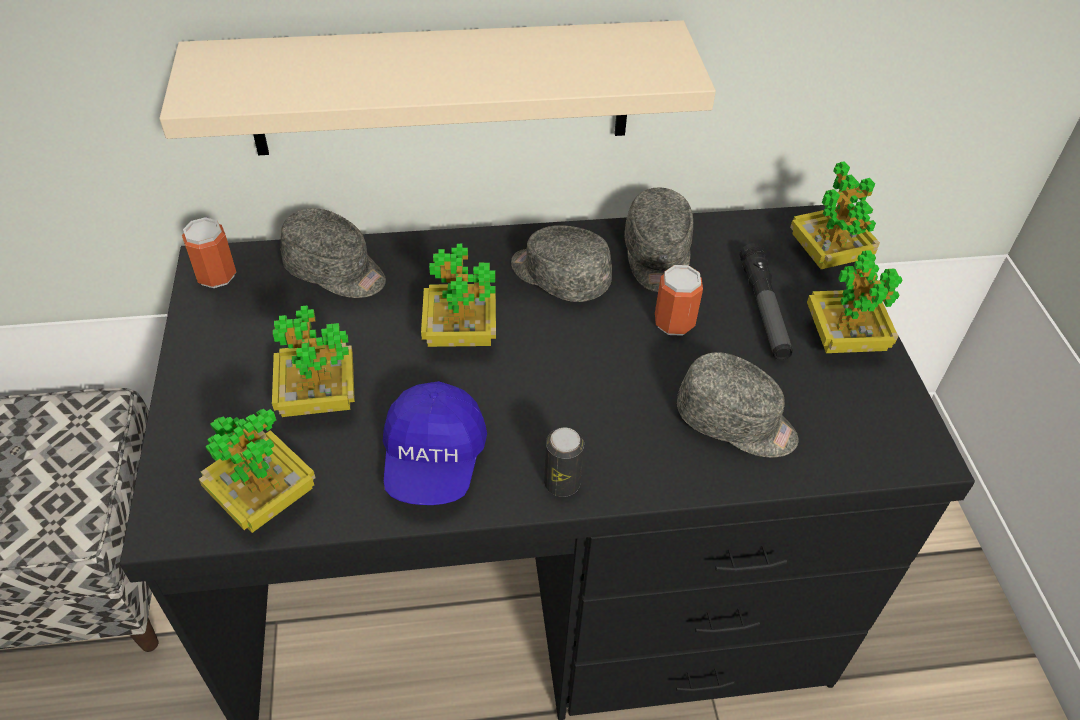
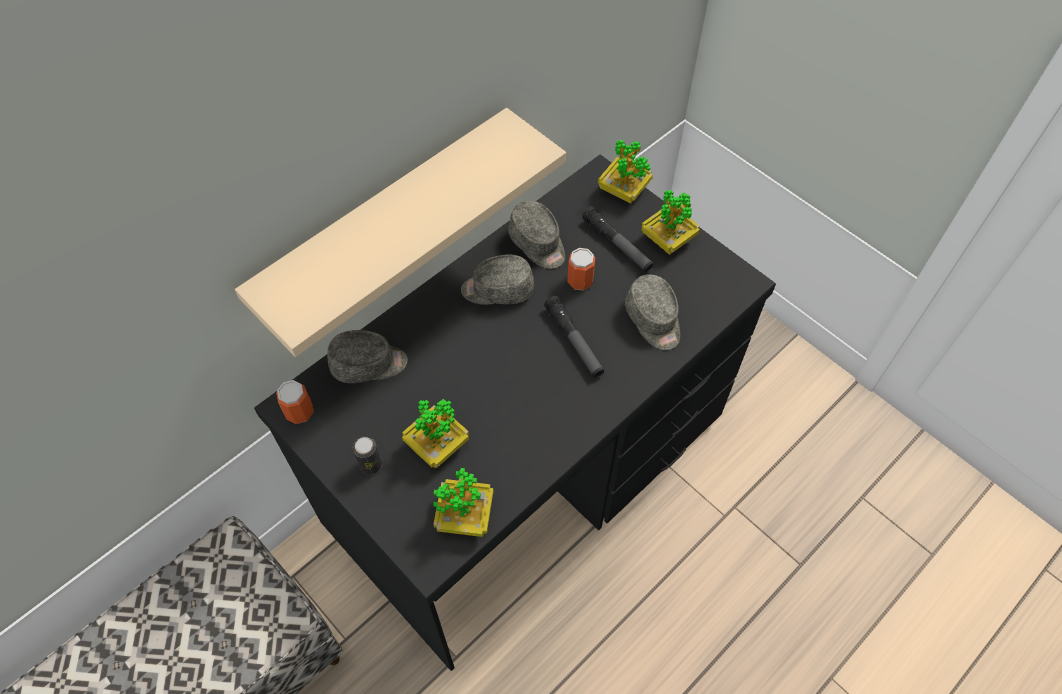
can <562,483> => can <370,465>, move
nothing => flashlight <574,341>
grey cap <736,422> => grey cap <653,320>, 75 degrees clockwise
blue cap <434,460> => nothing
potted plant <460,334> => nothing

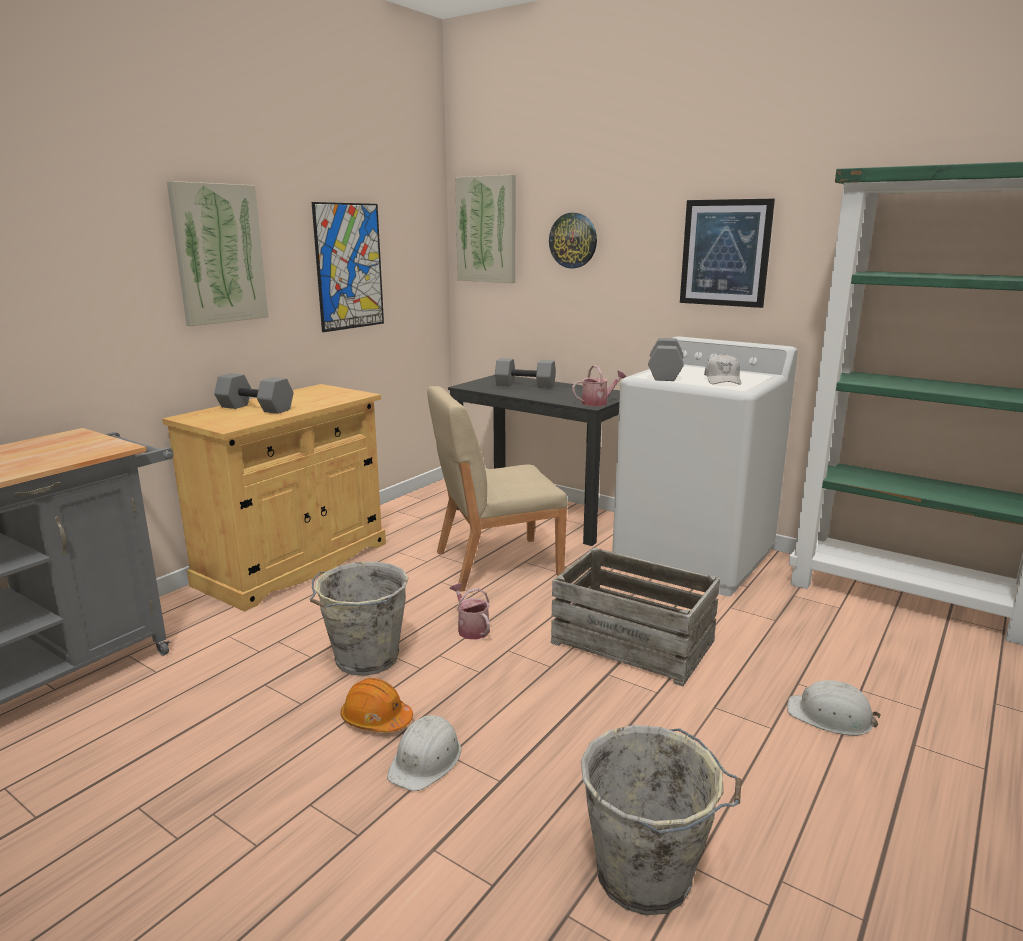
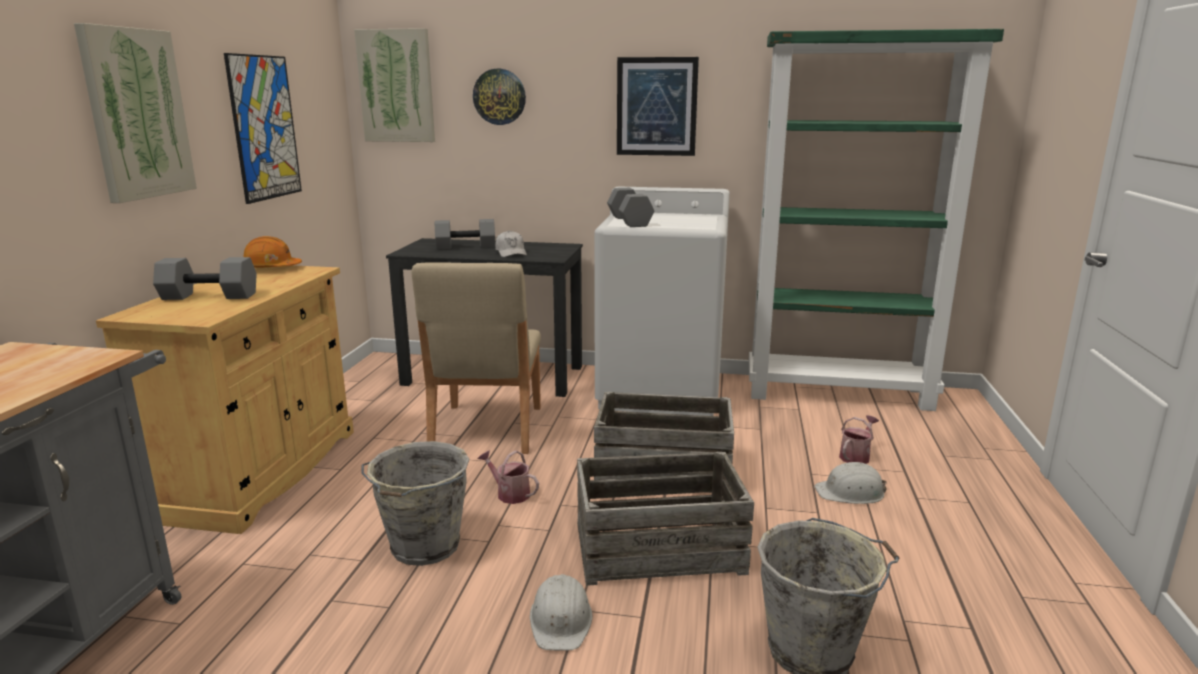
orange hard hat <376,719> => orange hard hat <271,268>, move
beige chair <495,563> => beige chair <486,429>, 45 degrees counterclockwise
white cap <722,380> => white cap <511,253>, move
nothing => crate <658,549>
watering can <598,402> => watering can <856,456>, move

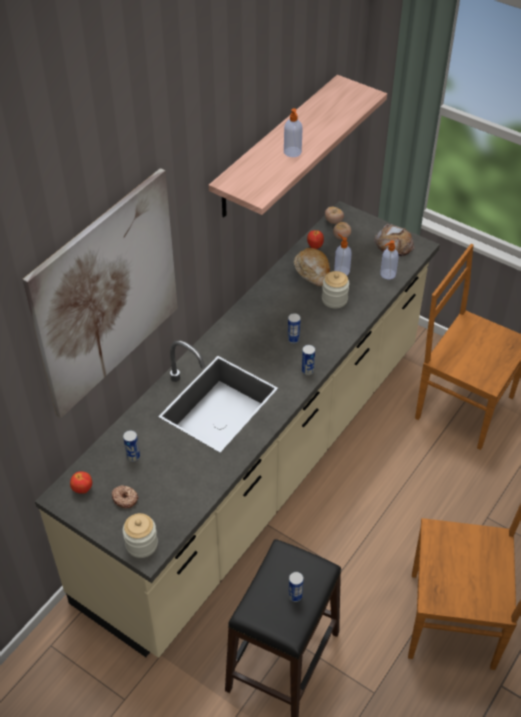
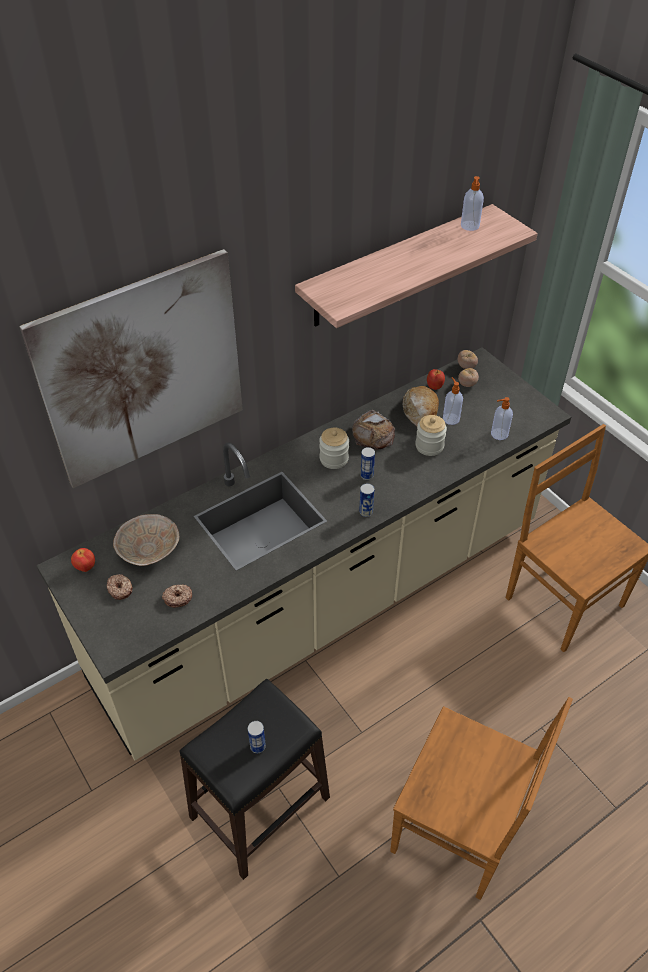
can <133,456> => beige bowl <149,549>
nothing => donut <178,598>
jar <141,544> => jar <334,459>, move
bread <394,244> => bread <373,434>, move
soap dispenser <292,152> => soap dispenser <470,226>, move

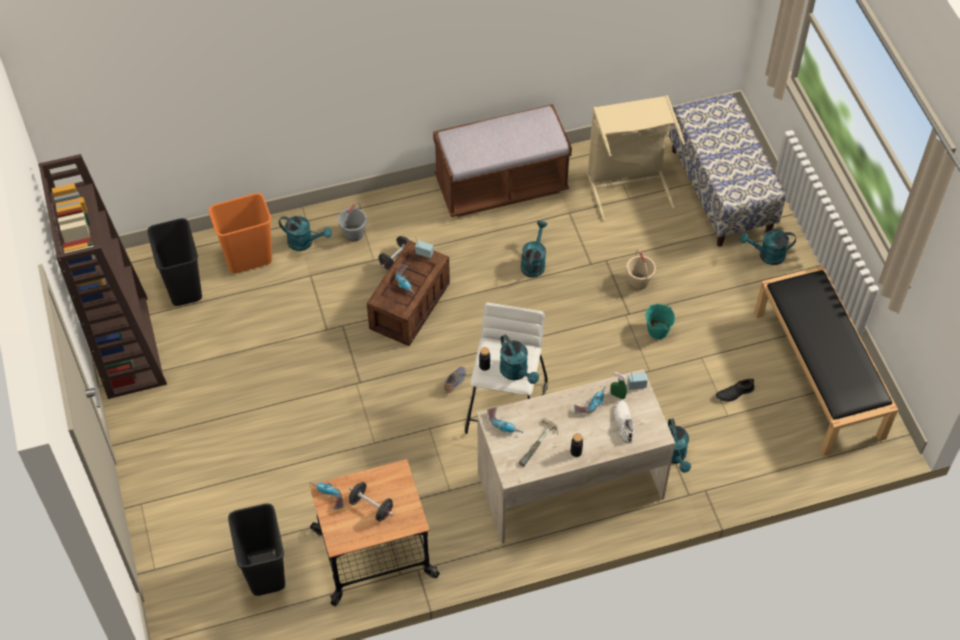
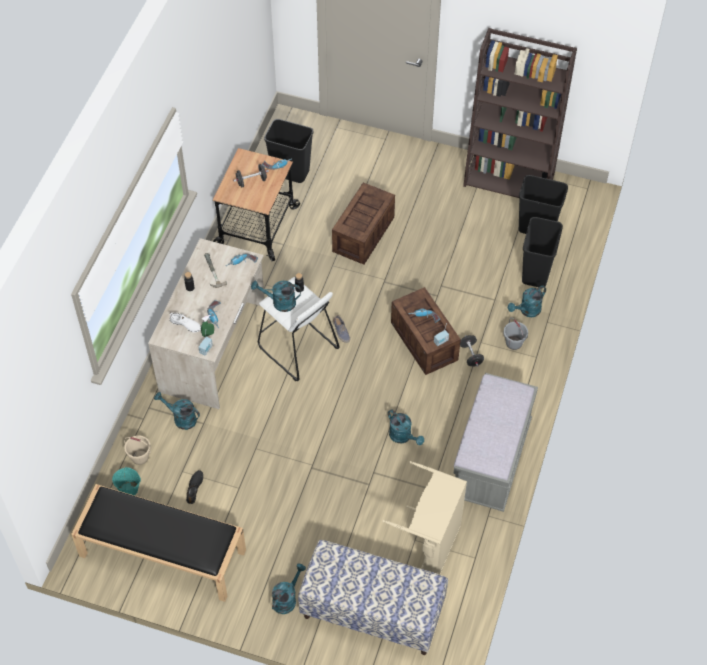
turquoise bucket <657,330> => turquoise bucket <129,489>, move
beige bucket <639,282> => beige bucket <139,457>, move
nothing => crate <363,235>
brown bench <501,186> => grey bench <491,460>
orange trash can <248,259> => black trash can <535,273>

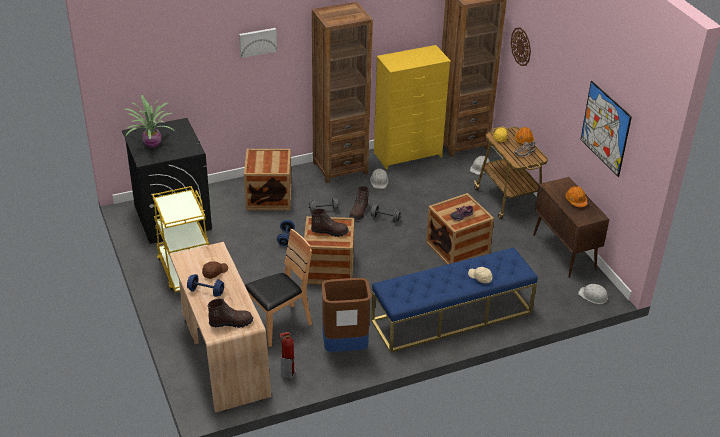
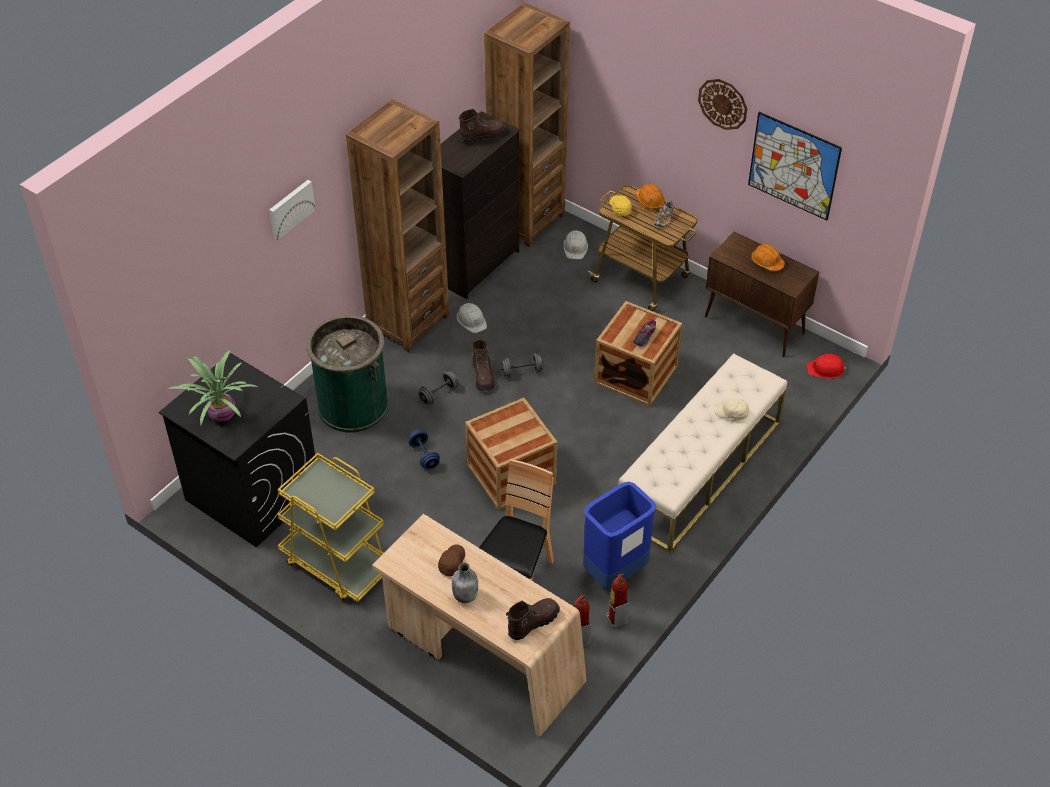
crate <269,197> => green trash can <353,405>
yellow dresser <408,155> => black dresser <477,265>
blue dumbbell <206,292> => grey bottle <465,595>
brown boot <329,231> => brown boot <482,135>, move
brown trash can <345,347> => blue trash can <615,572>
nothing => fire extinguisher <616,619>
blue bench <451,316> => beige bench <699,471>
wall clock <521,46> => wall clock <723,104>, move
white hard hat <593,296> => red hard hat <826,369>

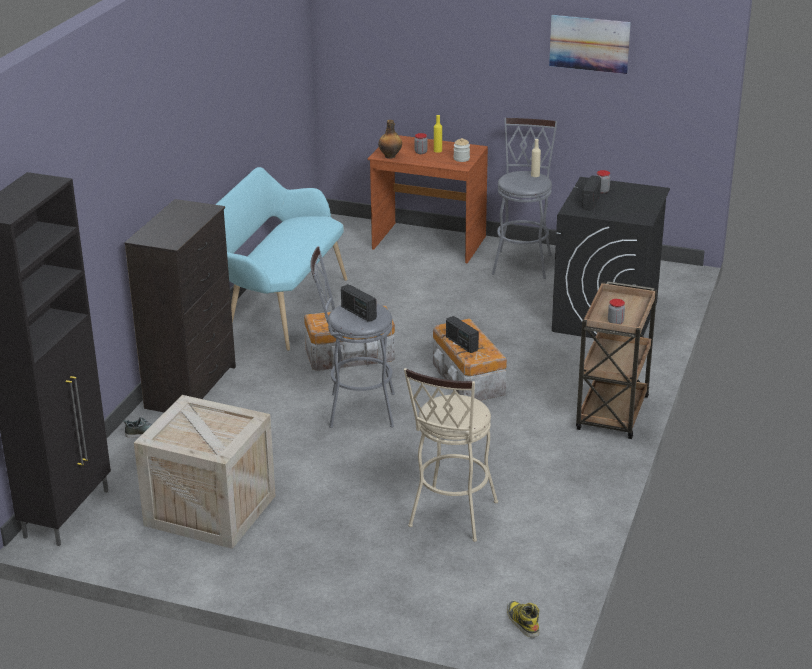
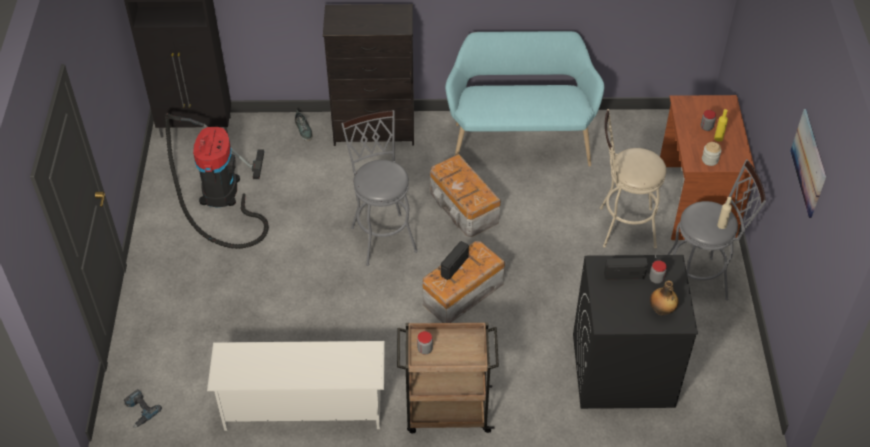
boot <522,621> => power drill <140,411>
crate <208,511> => vacuum cleaner <220,195>
nothing => white shoe rack <303,406>
beige stool <450,518> => beige stool <621,227>, move
bottle <390,156> => bottle <661,310>, move
radio <358,313> => nothing

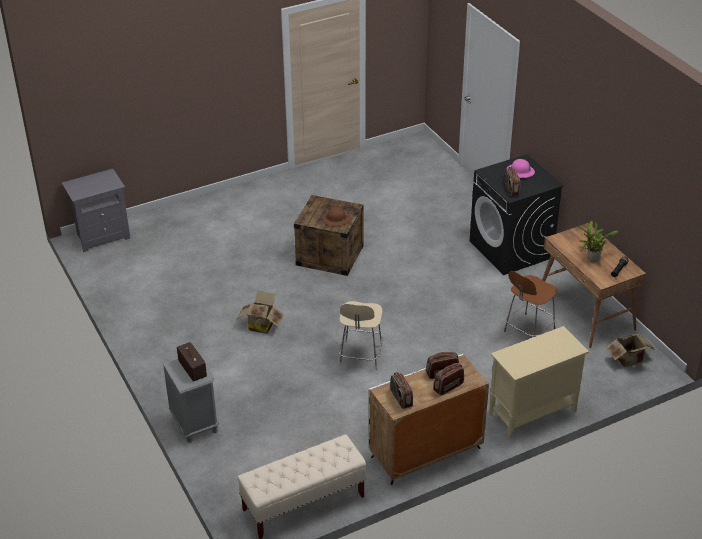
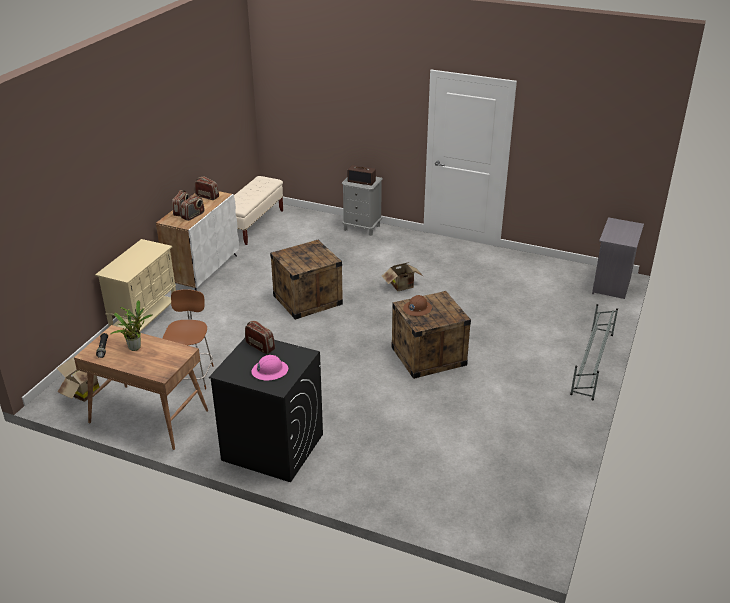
beige chair <360,356> => crate <307,299>
nothing => grey shoe rack <592,363>

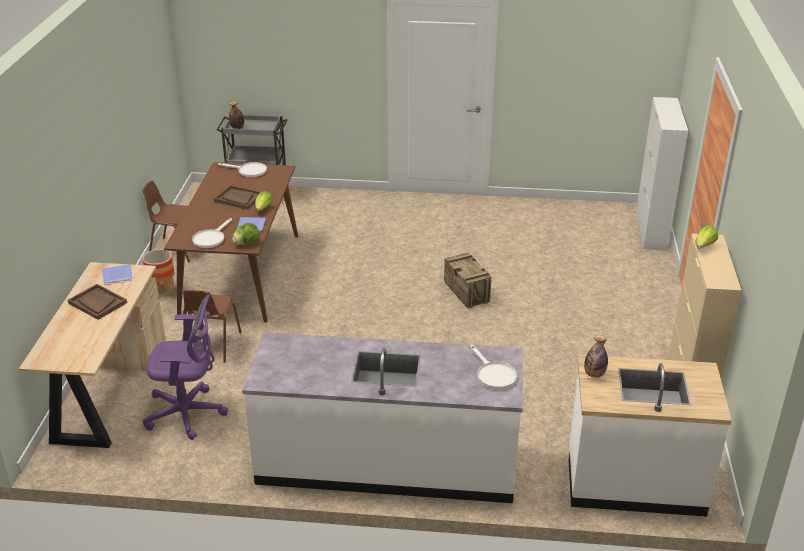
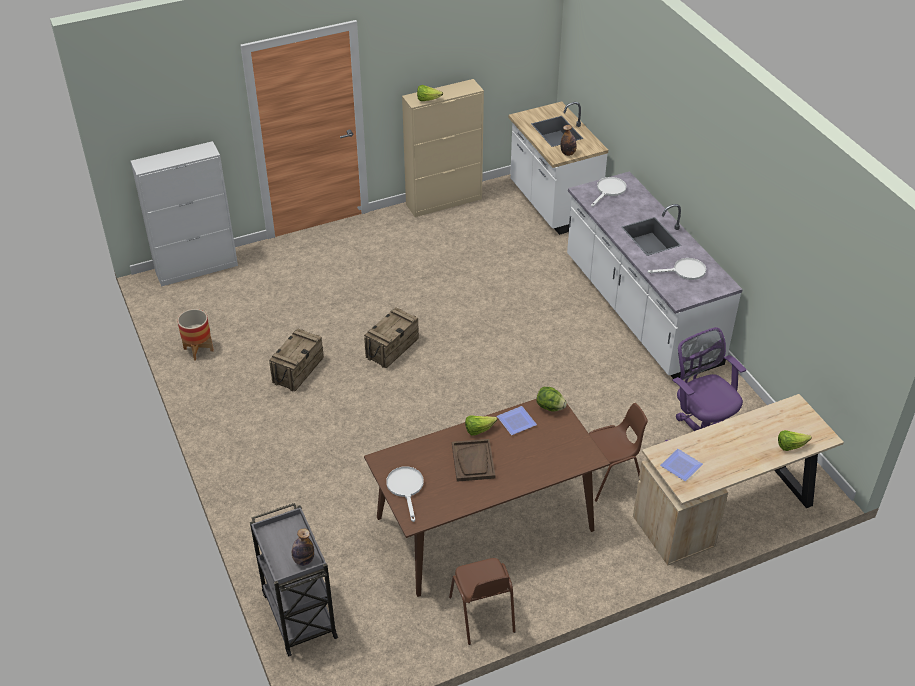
planter <162,291> => planter <198,350>, move
nothing => crate <298,370>
white frying pan <211,238> => white frying pan <684,271>, move
nothing => lettuce <790,446>
brown tray <97,303> => nothing

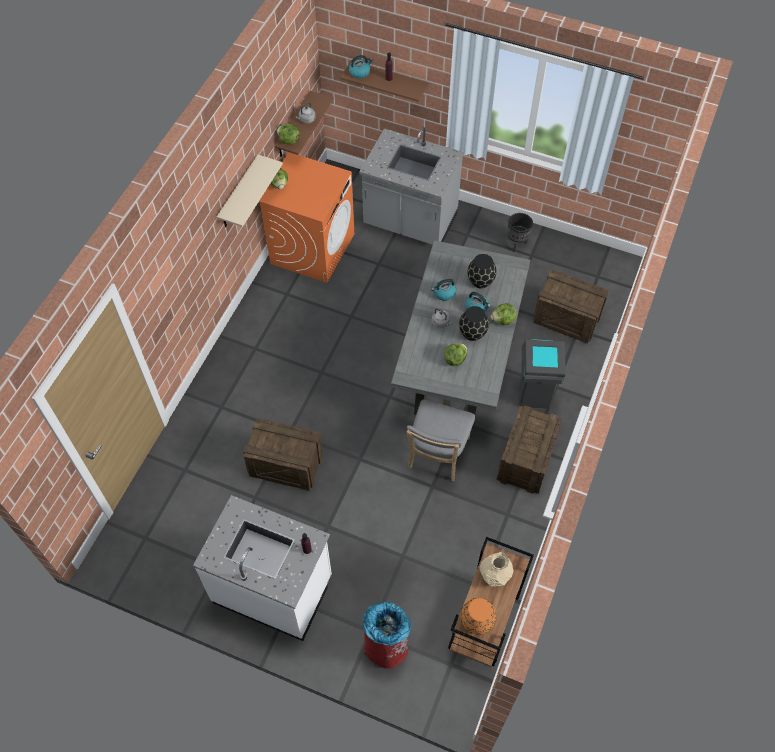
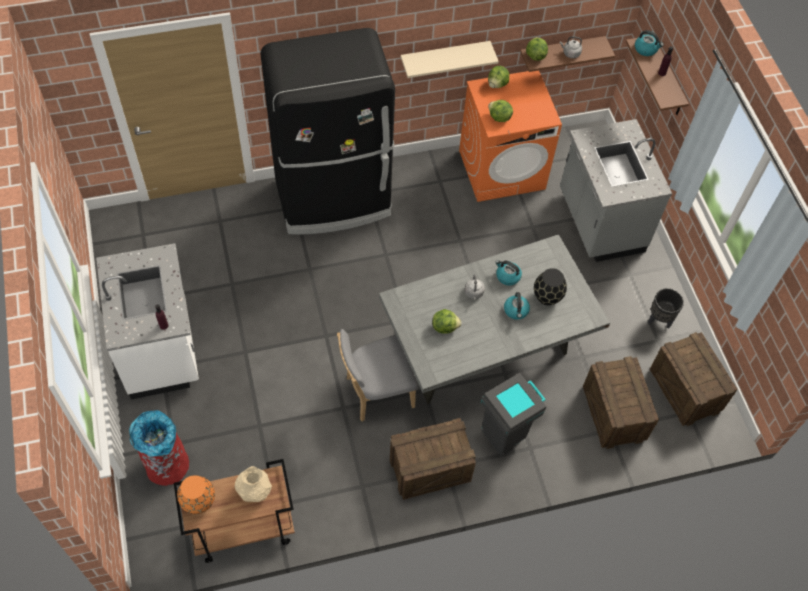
nothing => black fridge <334,199>
lettuce <503,320> => lettuce <499,117>, move
crate <286,465> => crate <685,390>, move
black vase <472,333> => nothing

